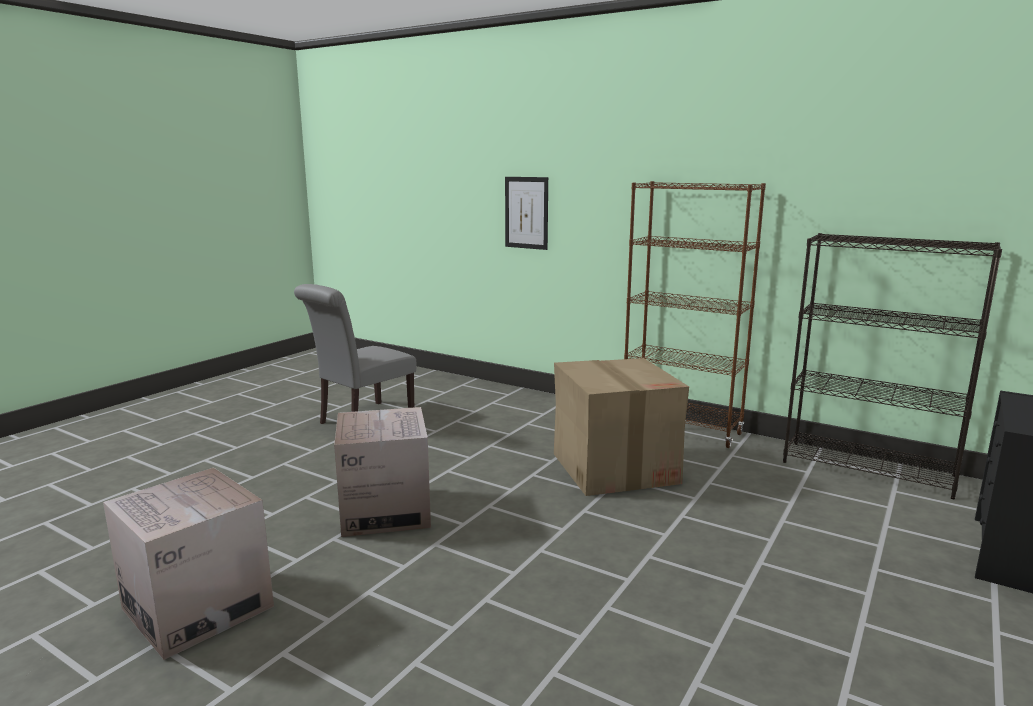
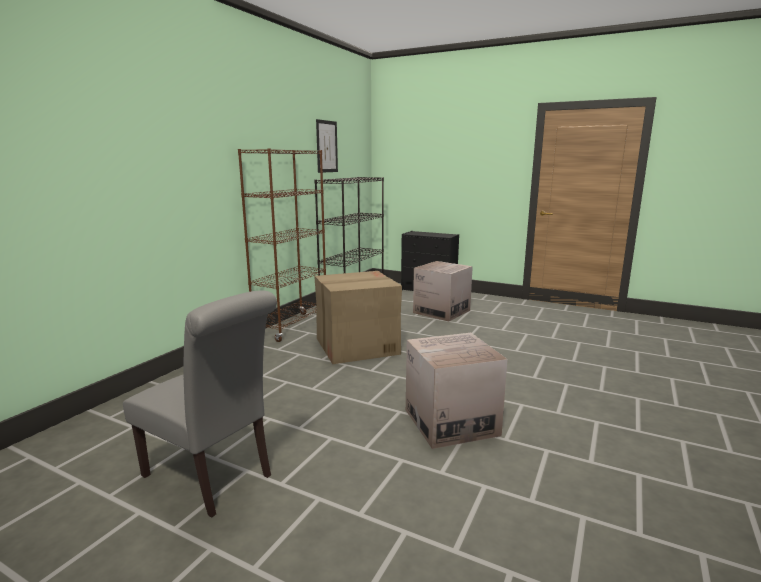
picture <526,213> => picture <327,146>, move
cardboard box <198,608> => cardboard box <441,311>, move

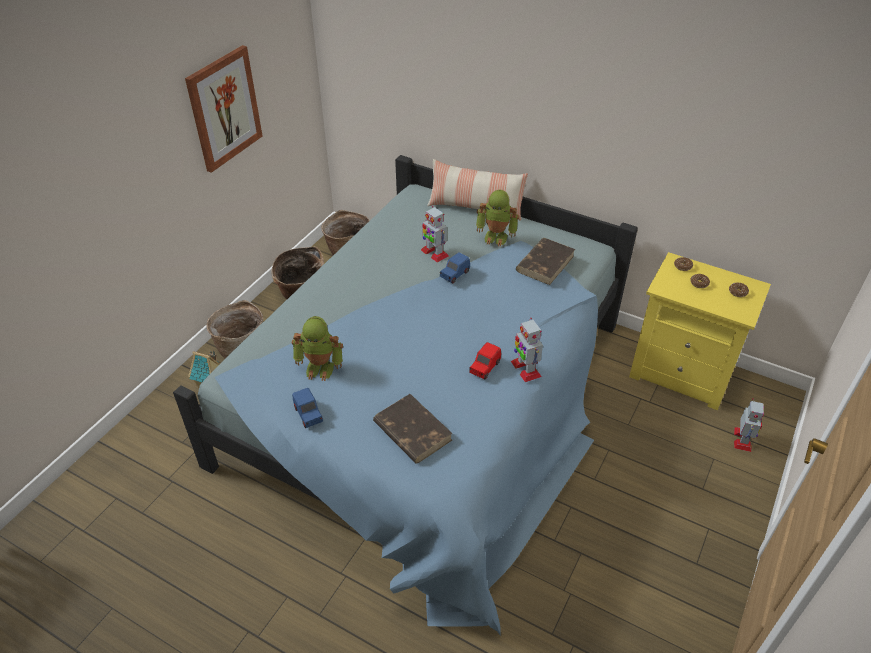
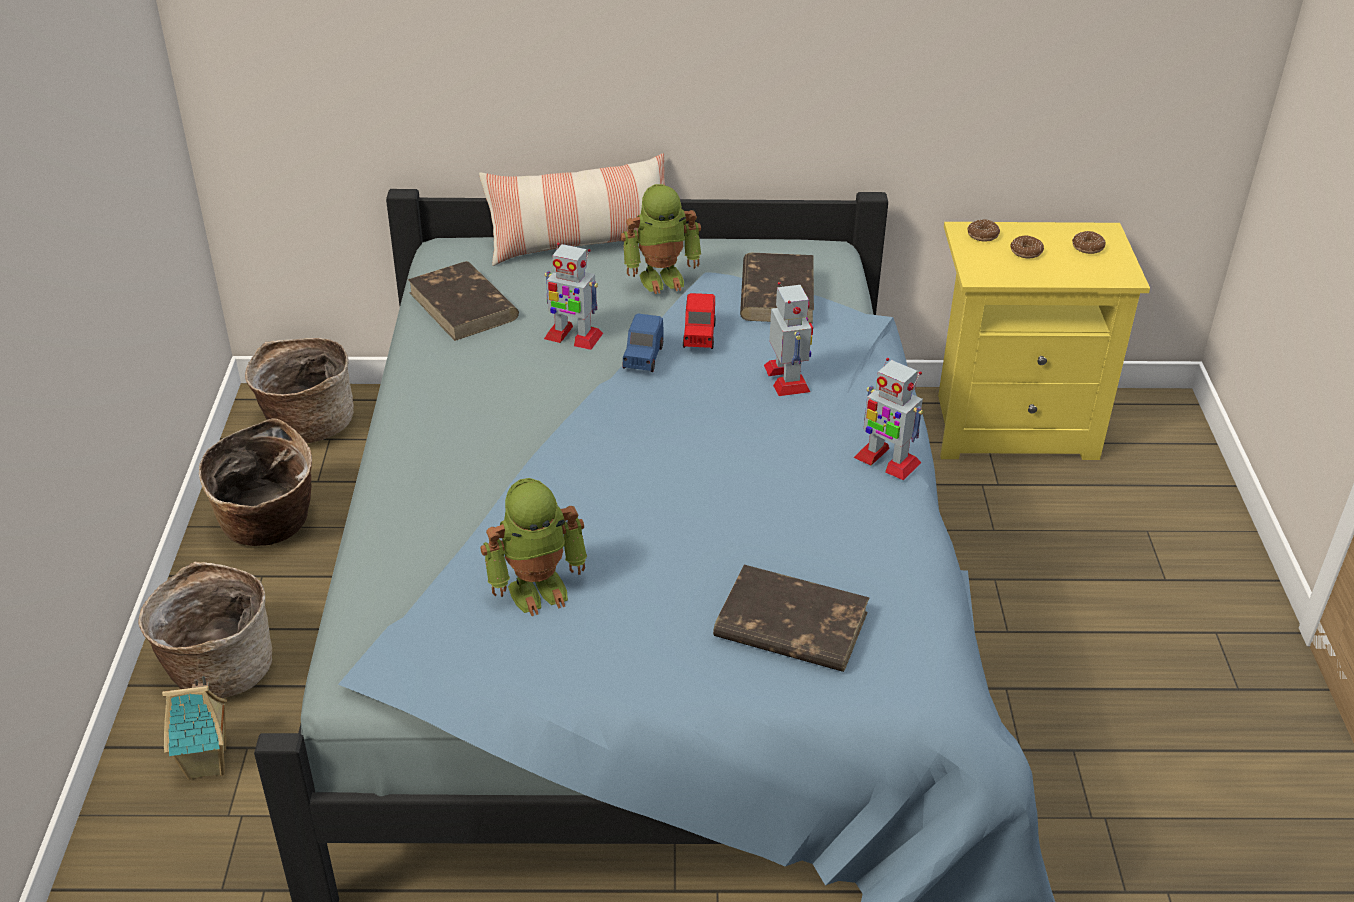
nothing => brown book <464,306>
red toy car <484,368> => red toy car <699,336>, move
toy robot <742,440> => toy robot <787,379>, move
picture <224,108> => nothing
blue toy car <308,415> => nothing

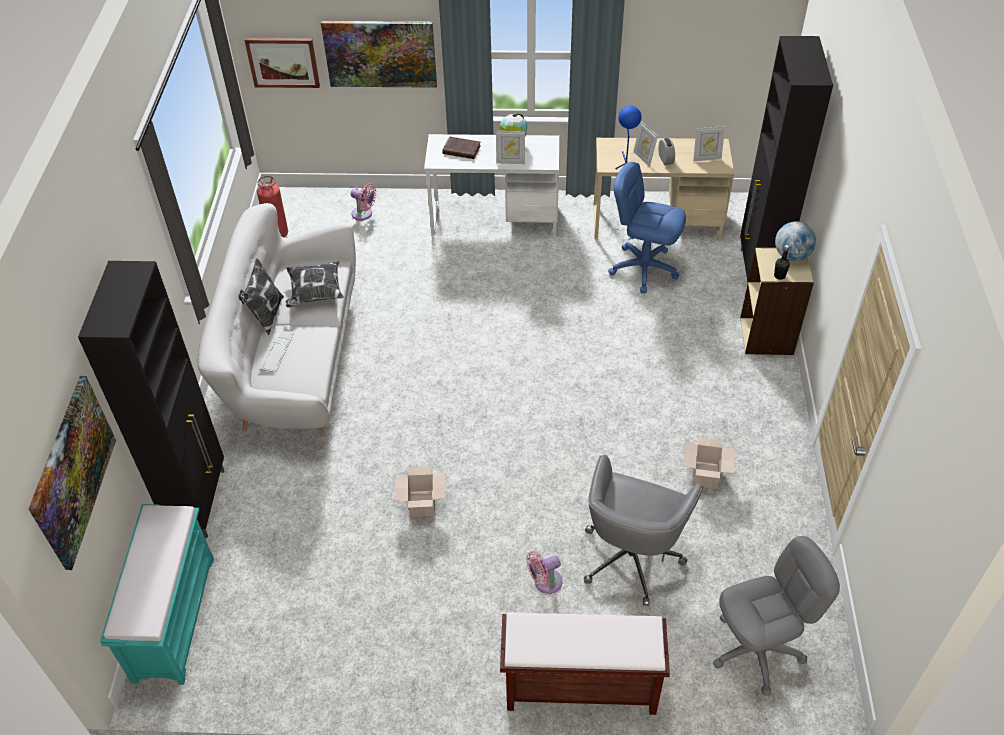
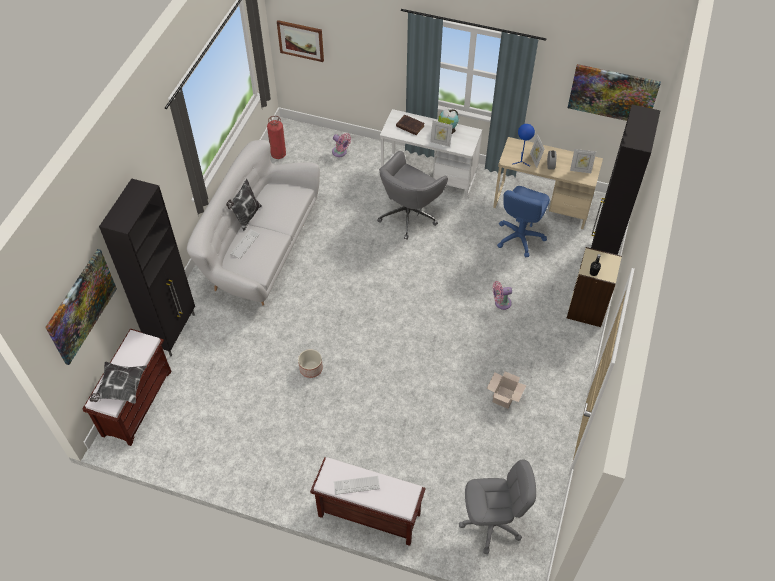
turquoise bench <174,617> => brown bench <137,402>
pillow <315,293> => pillow <121,388>, move
cardboard box <421,503> => planter <311,368>
nothing => keyboard <356,485>
grey office chair <632,555> => grey office chair <409,214>, move
pink fan <545,582> => pink fan <501,303>, move
blue office chair <643,268> => blue office chair <519,237>, 105 degrees counterclockwise
picture <380,53> => picture <613,94>, move
globe <791,256> => nothing

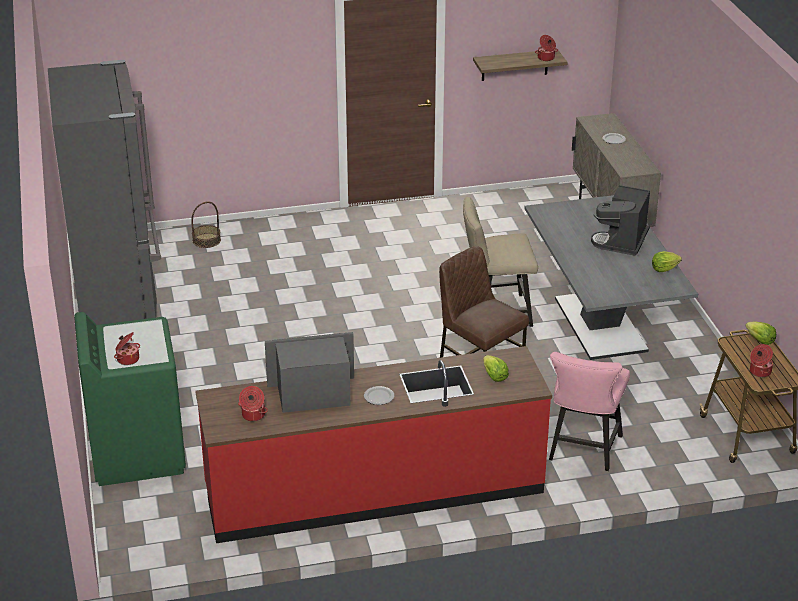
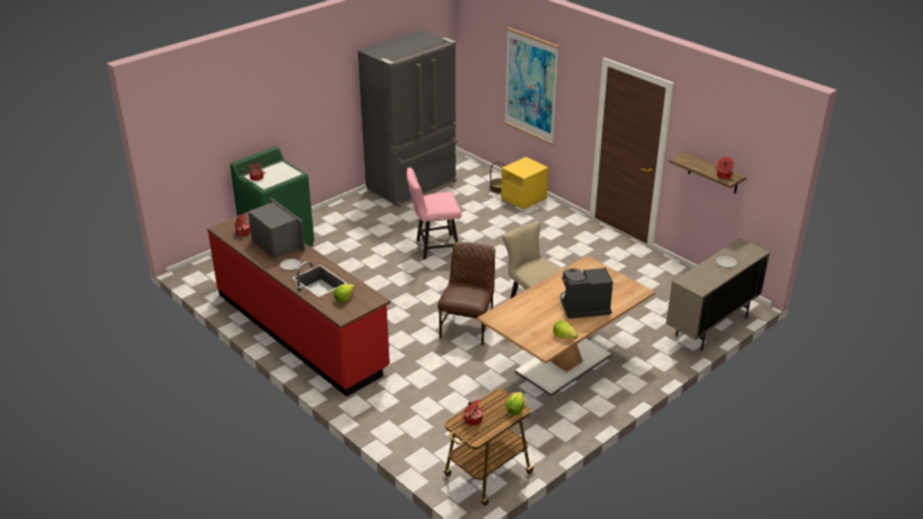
pink chair <583,451> => pink chair <434,248>, move
grey dining table <600,324> => brown dining table <563,363>
nothing => yellow nightstand <524,198>
nothing => picture <531,86>

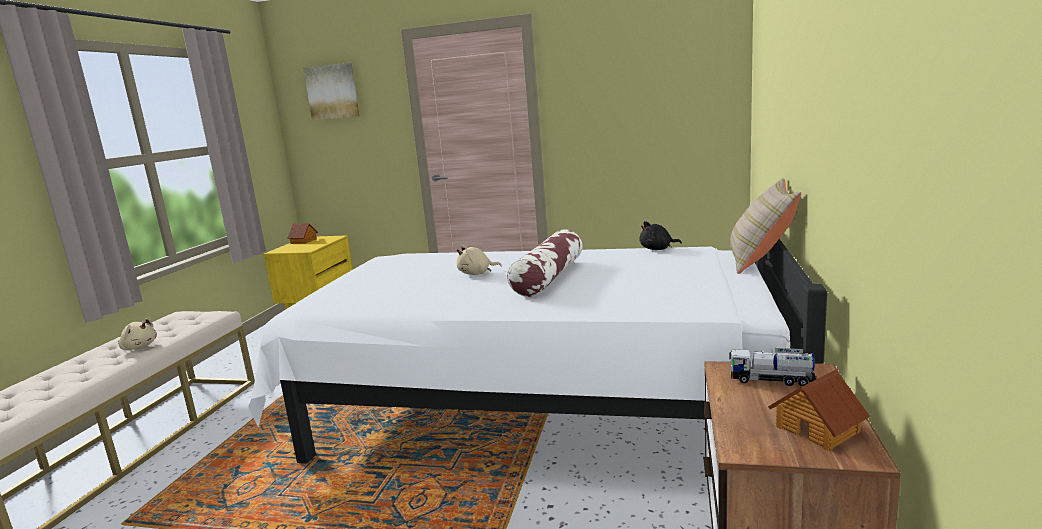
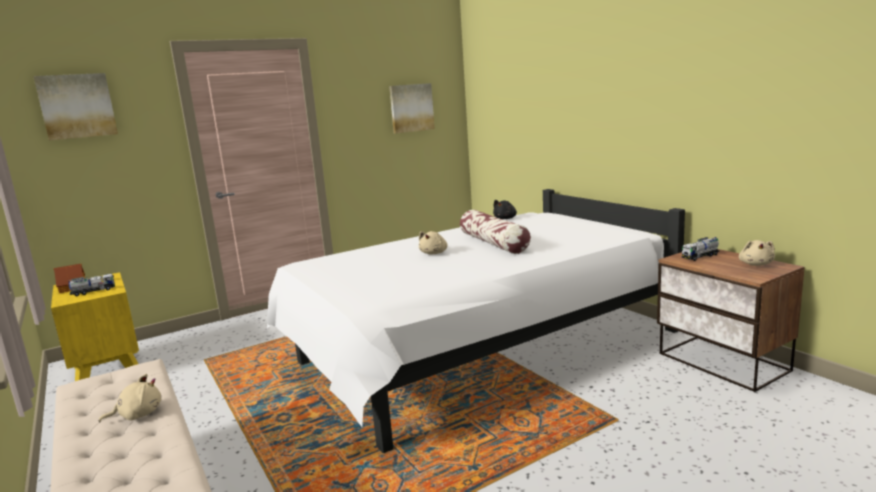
nothing => toy truck <93,291>
nothing => picture <411,108>
toy house <818,428> => beige plush toy <756,264>
beige pillow <760,260> => nothing

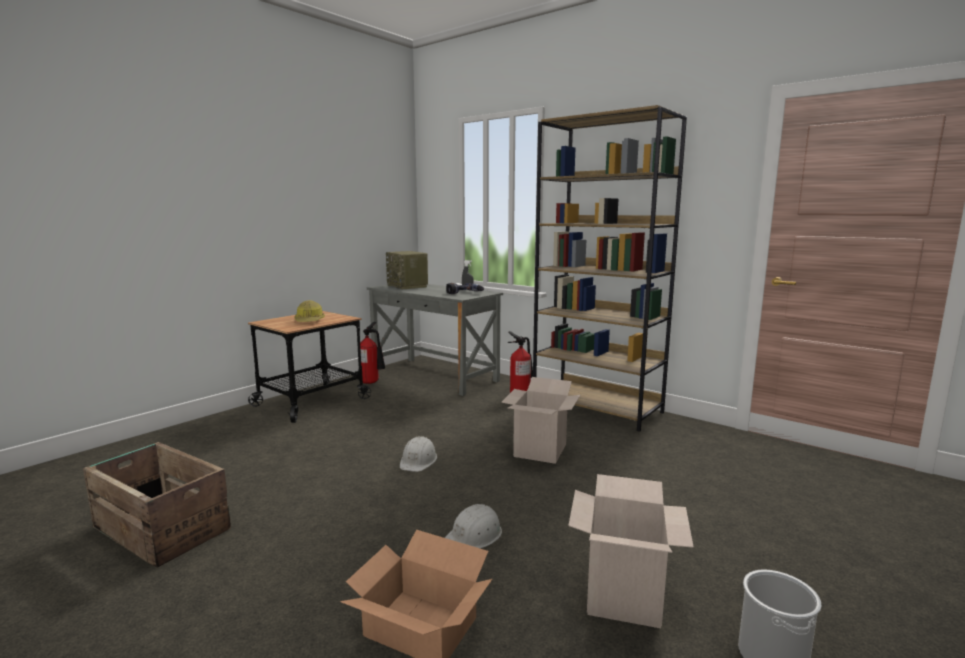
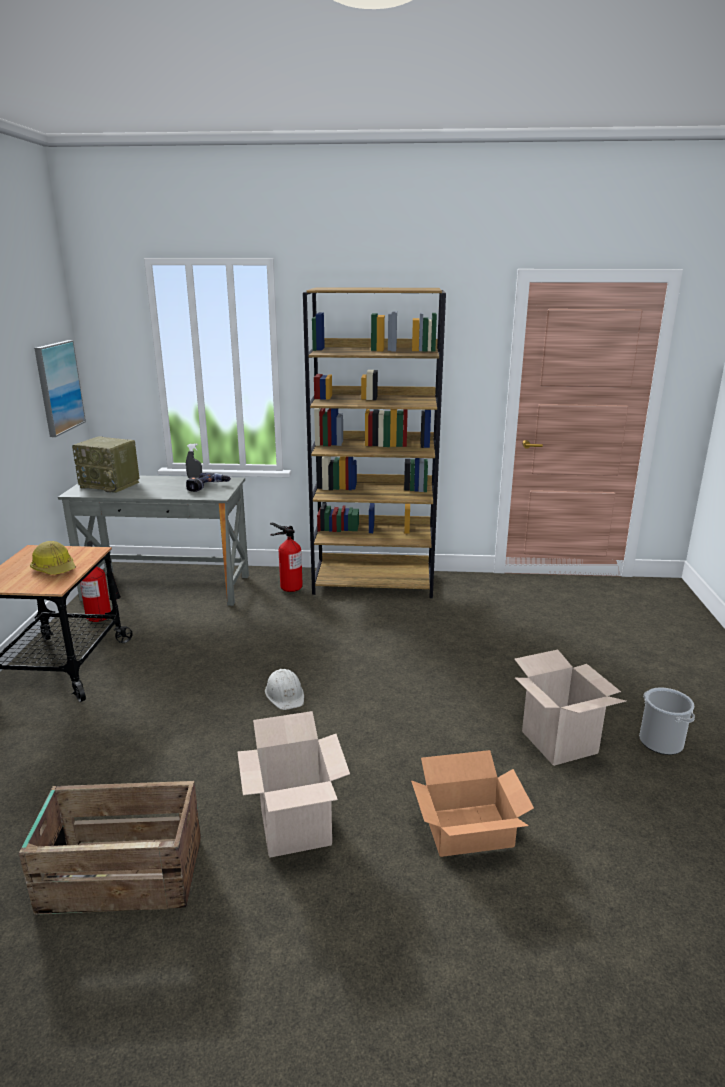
nothing => picture <59,387>
cardboard box <540,450> => cardboard box <295,827>, move
white hard hat <474,536> => nothing

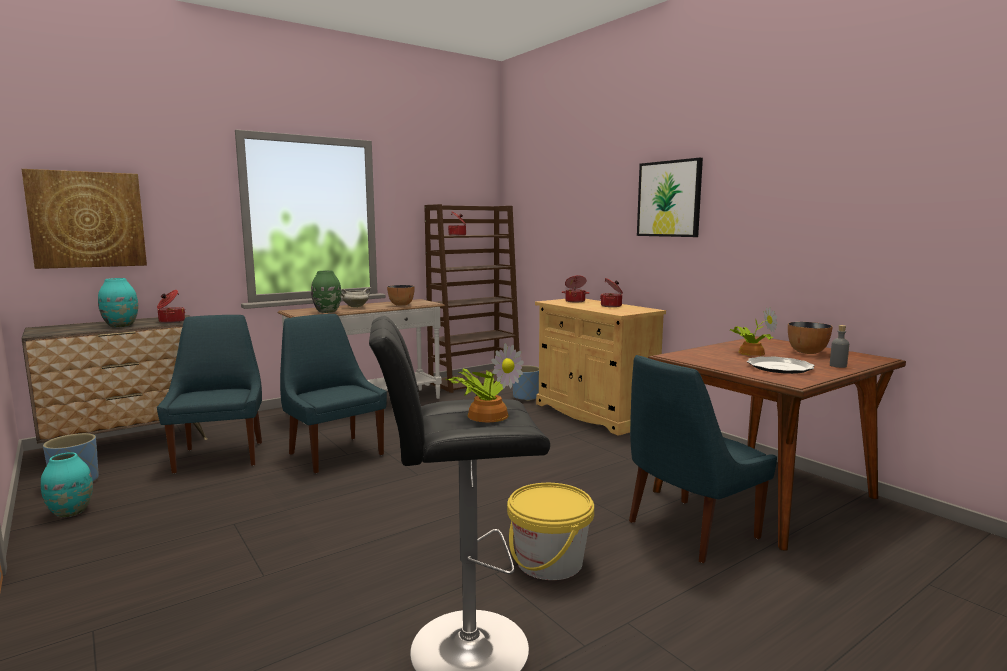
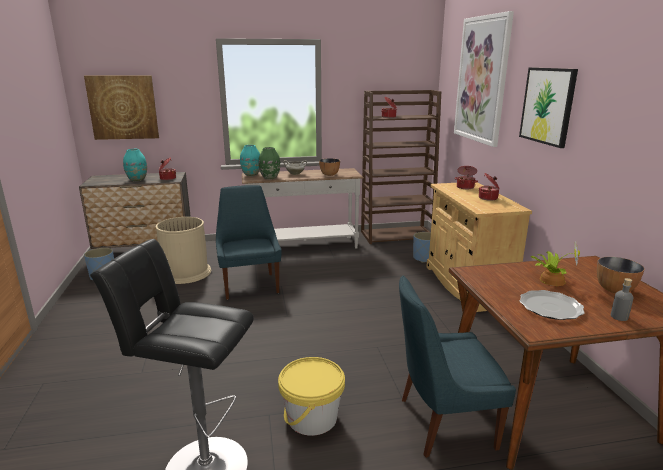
blue chair <220,455> => beige trash can <185,273>
turquoise vase <71,512> => turquoise vase <251,174>, move
nothing => picture <482,80>
potted plant <487,414> => nothing

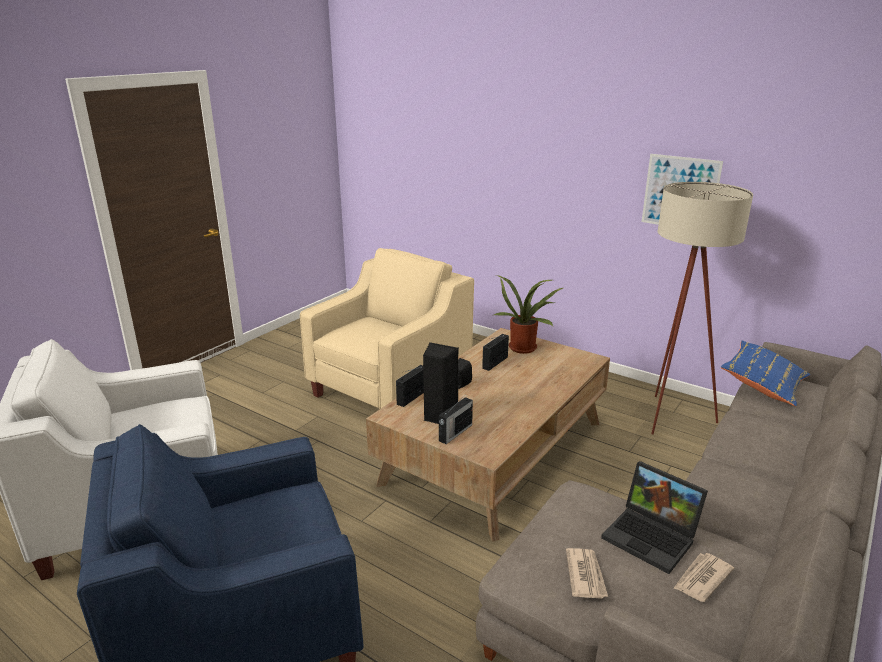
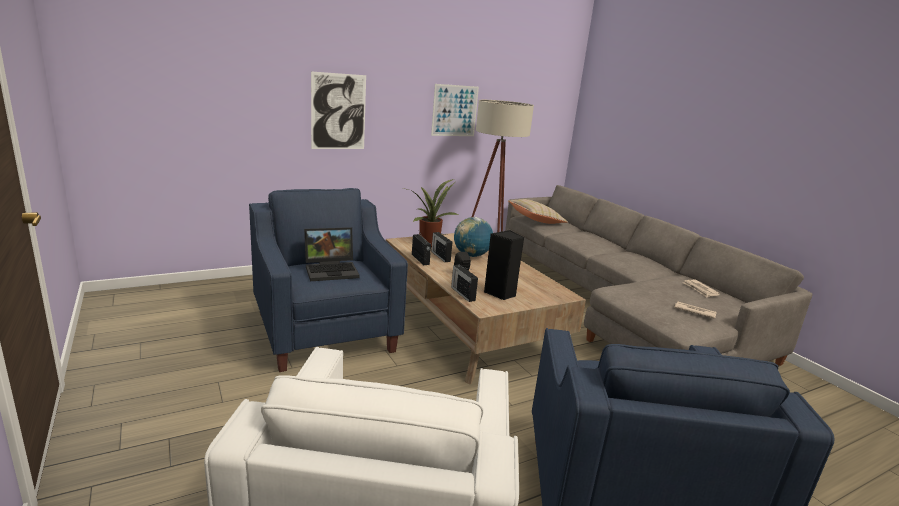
beige armchair <391,388> => blue armchair <325,331>
laptop <652,537> => laptop <332,270>, move
nothing => picture <338,112>
radio <455,433> => radio <420,259>, move
nothing => globe <471,255>
blue pillow <762,385> => beige pillow <535,220>

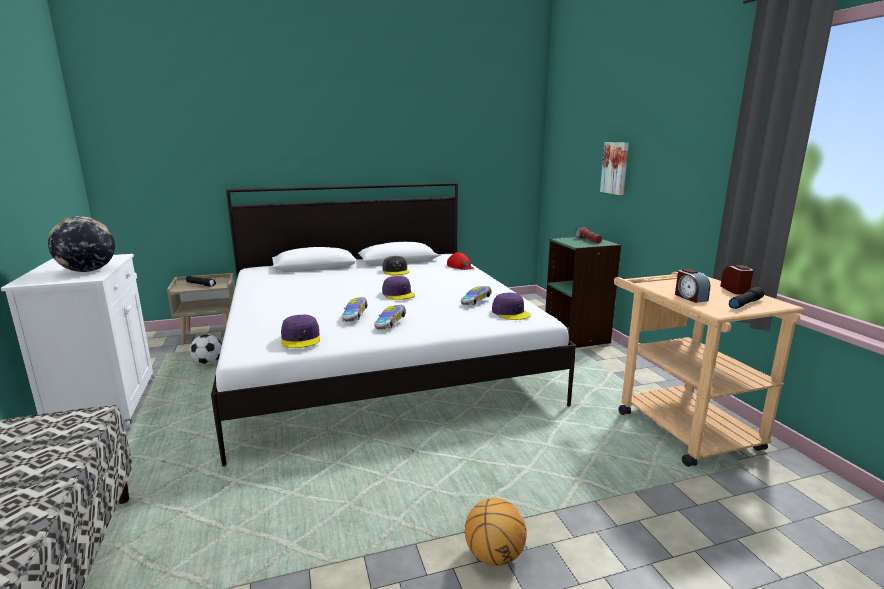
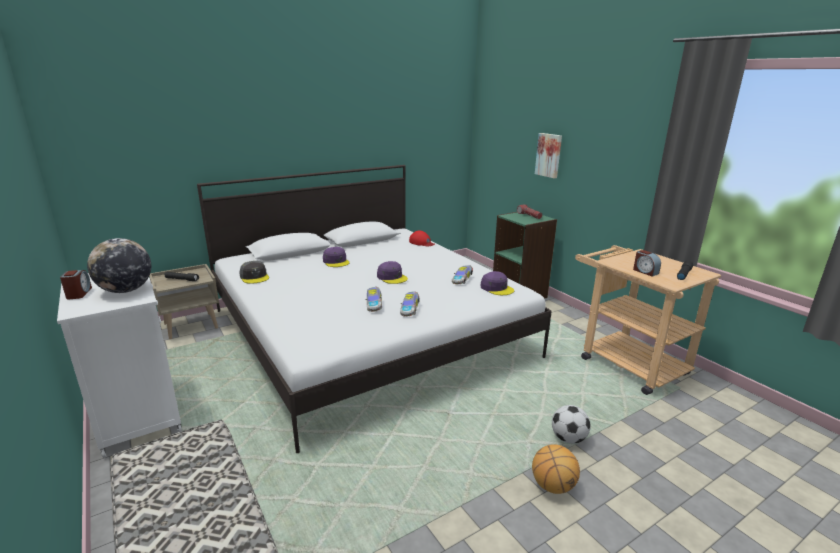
alarm clock <735,290> => alarm clock <79,293>, move
grey cap <396,271> => grey cap <254,277>, move
purple cap <301,338> => purple cap <336,261>, move
football <208,363> => football <568,438>, move

